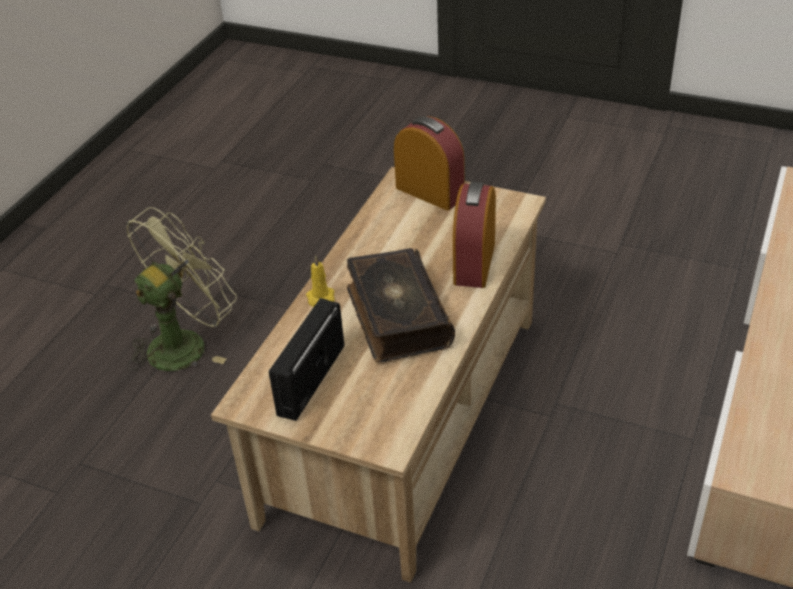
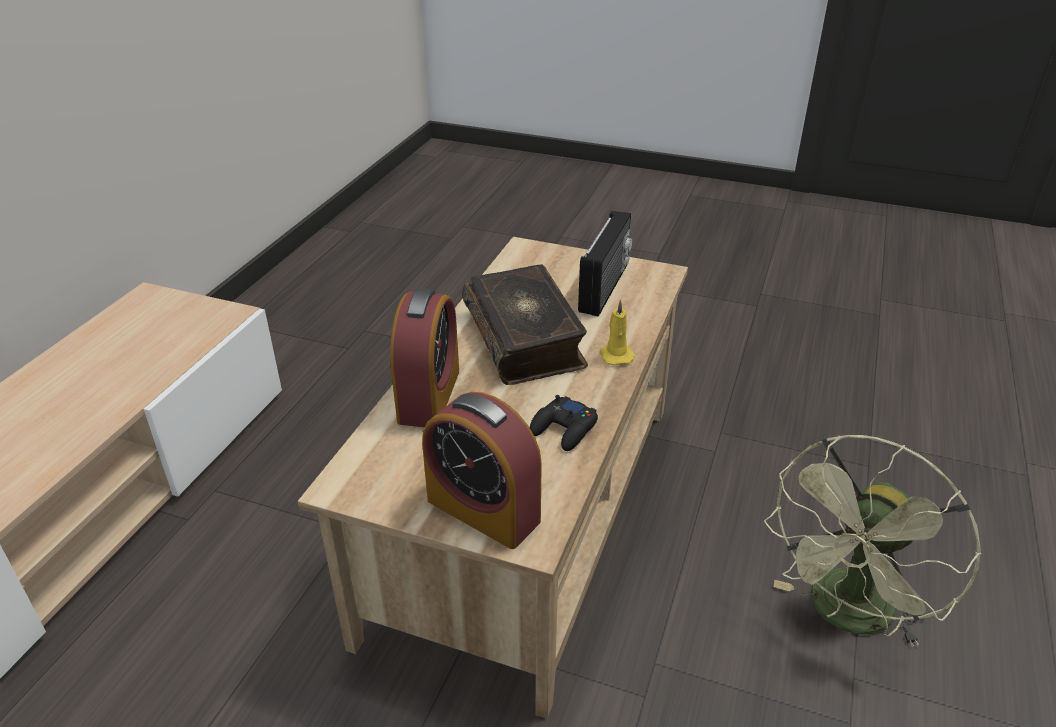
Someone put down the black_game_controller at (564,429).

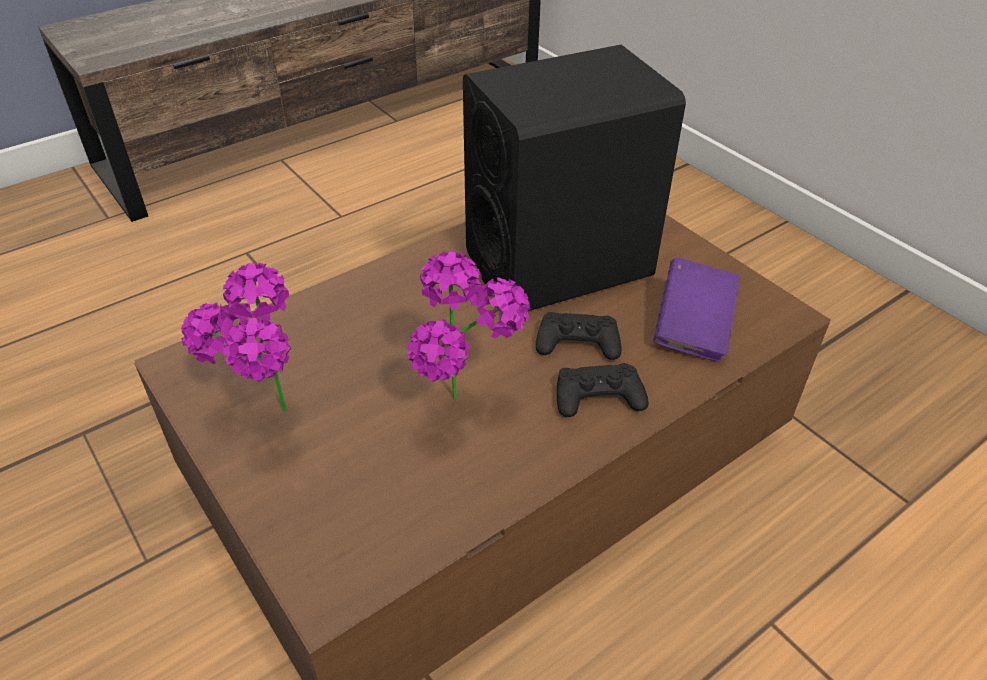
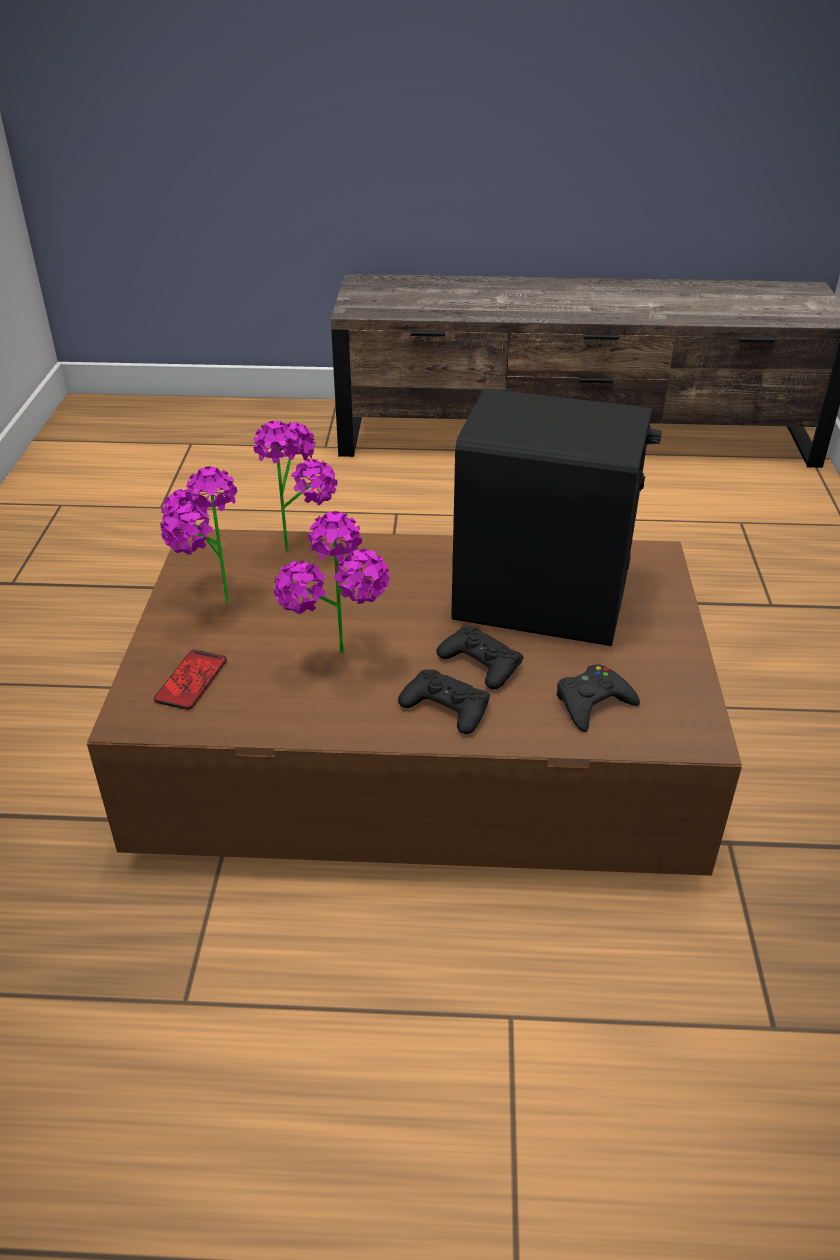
Someone swapped the purple_book at (692,329) for the black_game_controller at (592,703).
Someone put down the phone at (191,680).
Someone put down the potted_plant at (302,546).

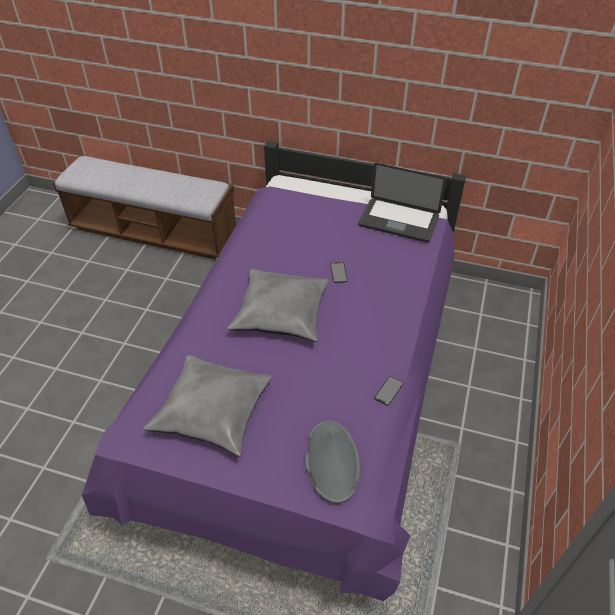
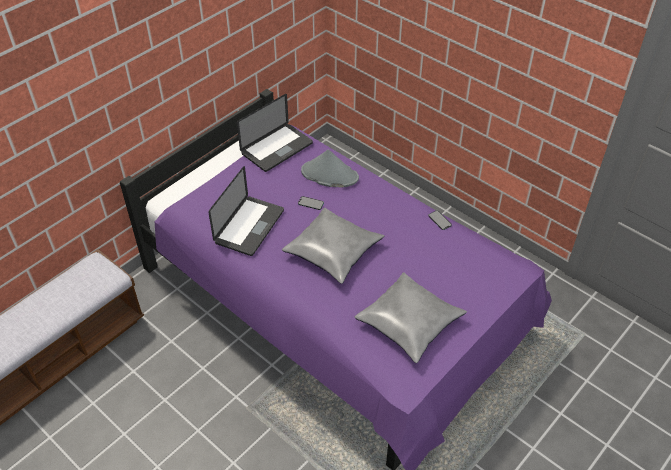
Someone carried the grey_hat from (331,461) to (329,175).
Someone put down the laptop at (249,226).

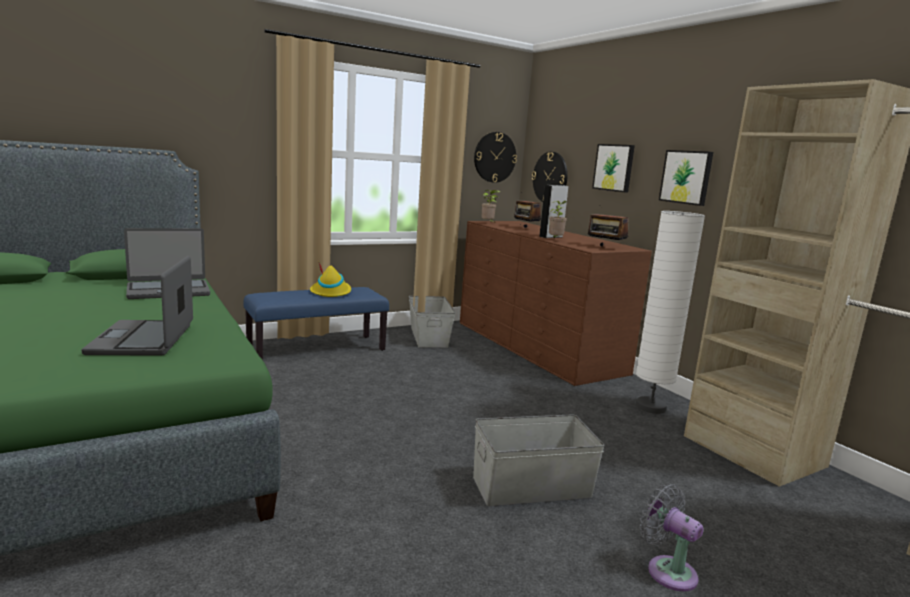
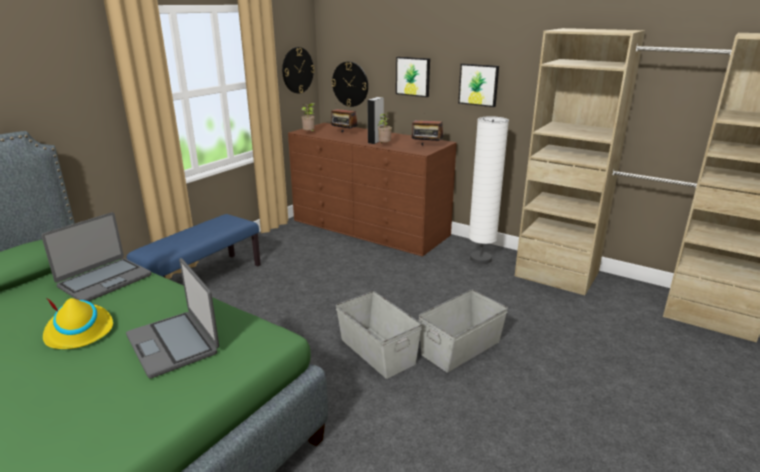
Someone carried the yellow_hat from (330,292) to (79,331).
Someone carried the grey_storage_box from (429,337) to (377,351).
Someone took away the grey_fan at (667,570).

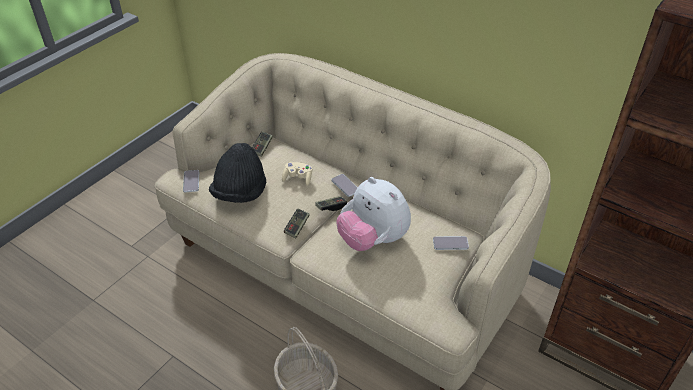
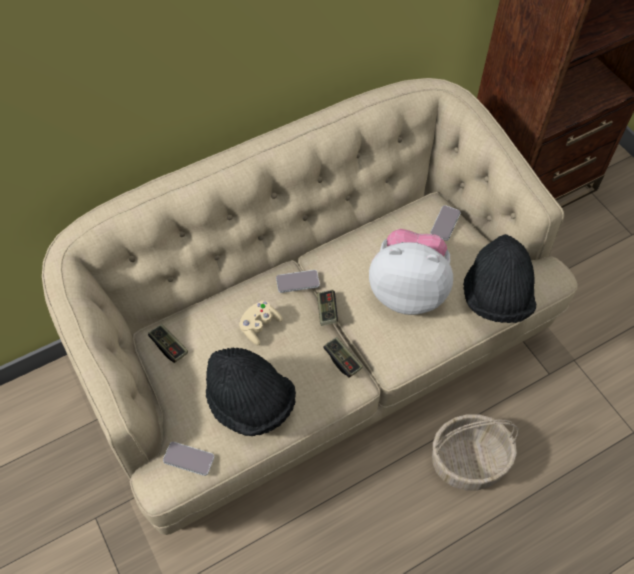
Someone rotated the plush_toy at (373,240) by 150 degrees counterclockwise.
Someone put down the black_hat at (496,297).

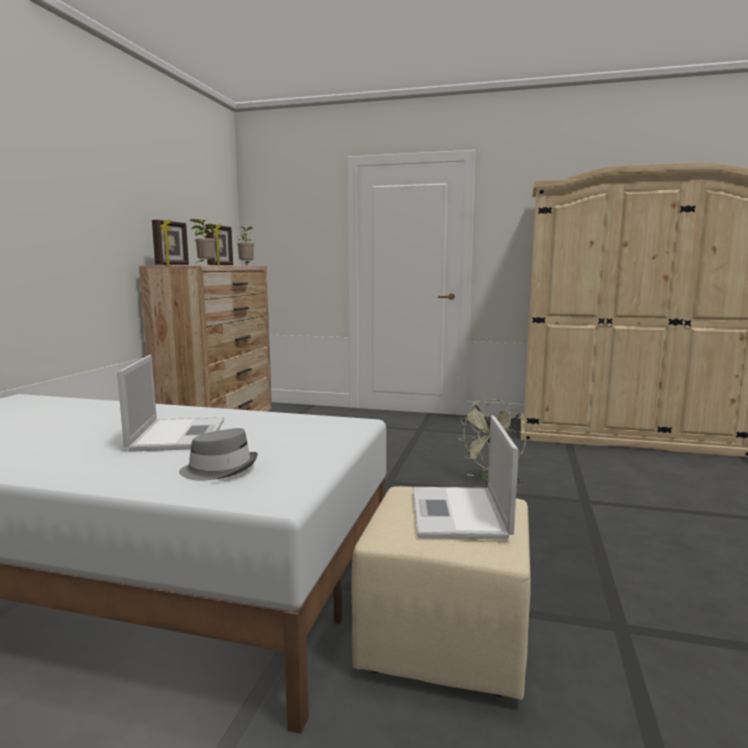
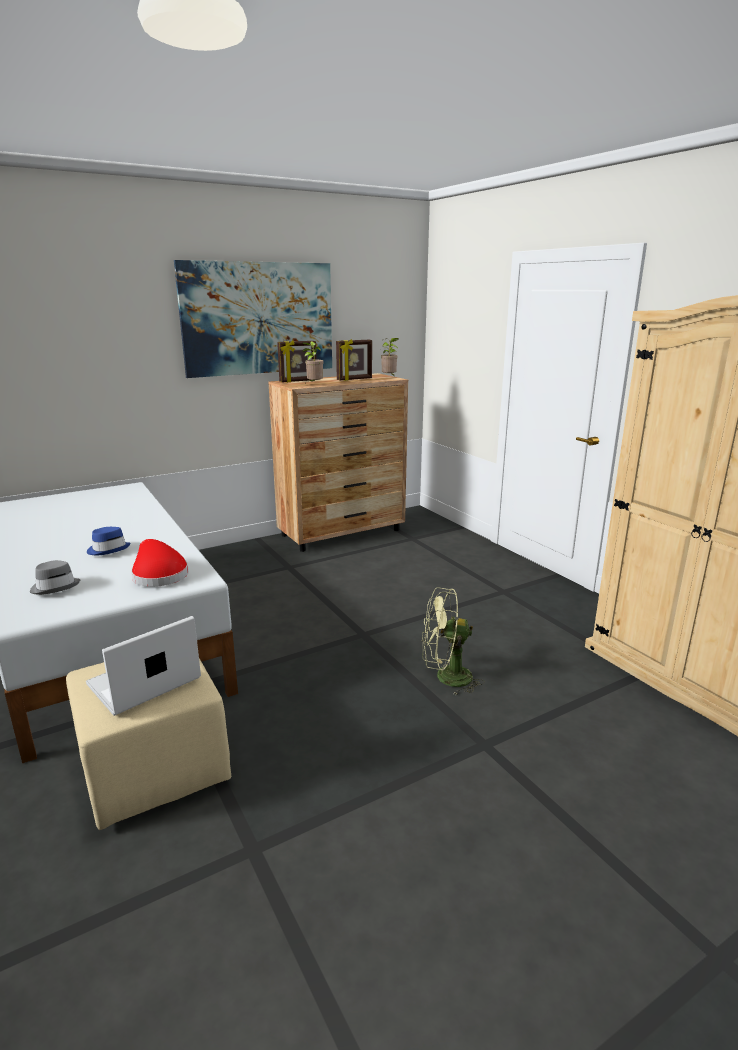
Someone swapped the laptop at (178,434) for the blue_hat at (108,549).
Someone put down the red_hat at (158,575).
Someone put up the picture at (259,318).

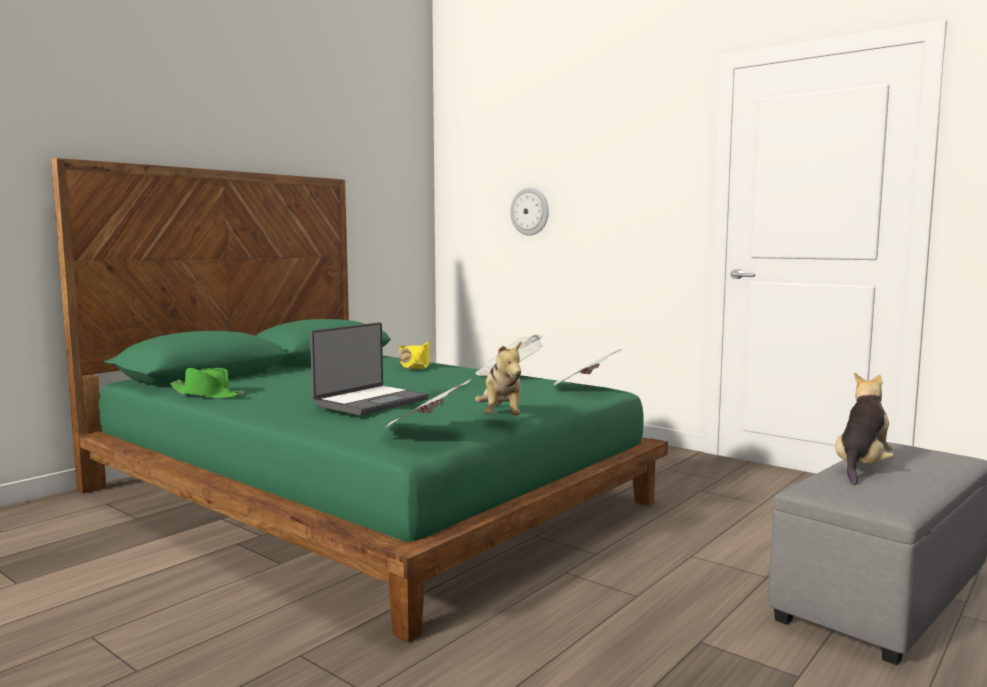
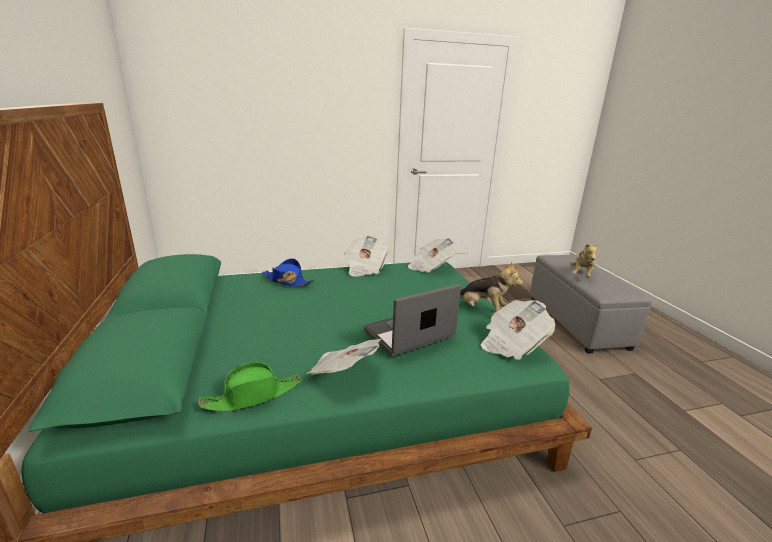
Someone rotated the laptop at (370,402) by 105 degrees counterclockwise.
Someone repainted the yellow_hat at (415,365), which became the blue_hat at (287,281).
Someone took away the wall_clock at (530,211).
Someone rotated the plush_toy at (861,467) by 135 degrees counterclockwise.
Someone put down the newspaper at (343,373).

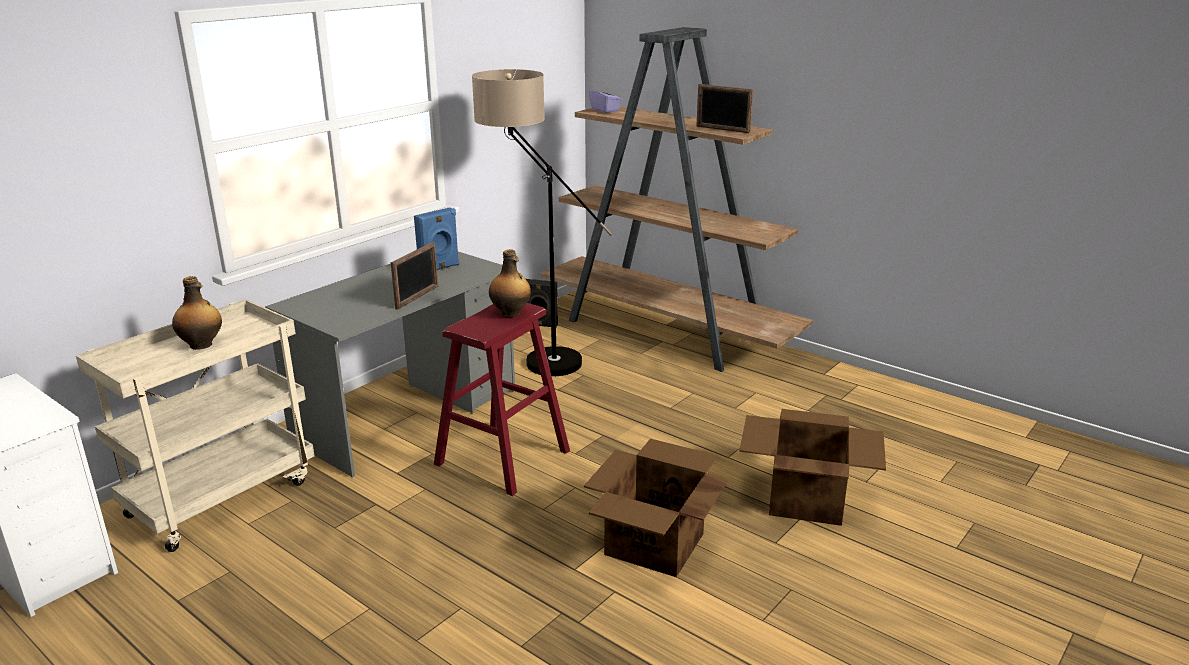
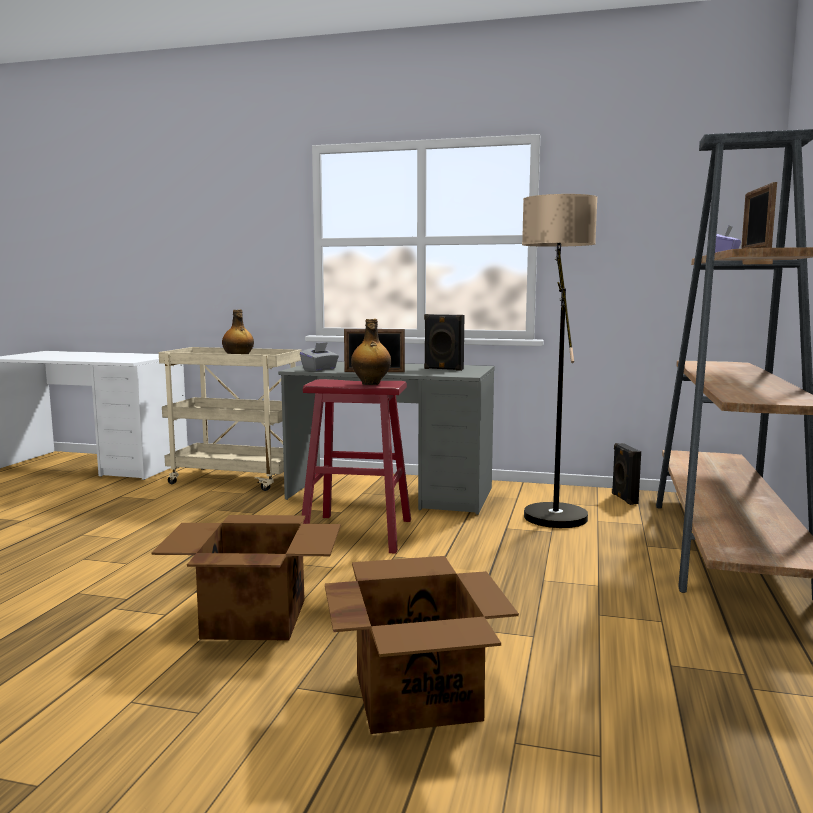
Someone repainted the blue_speaker at (440,268), which became the black_speaker at (443,369).
Someone put down the grey_tissue_box at (320,369).

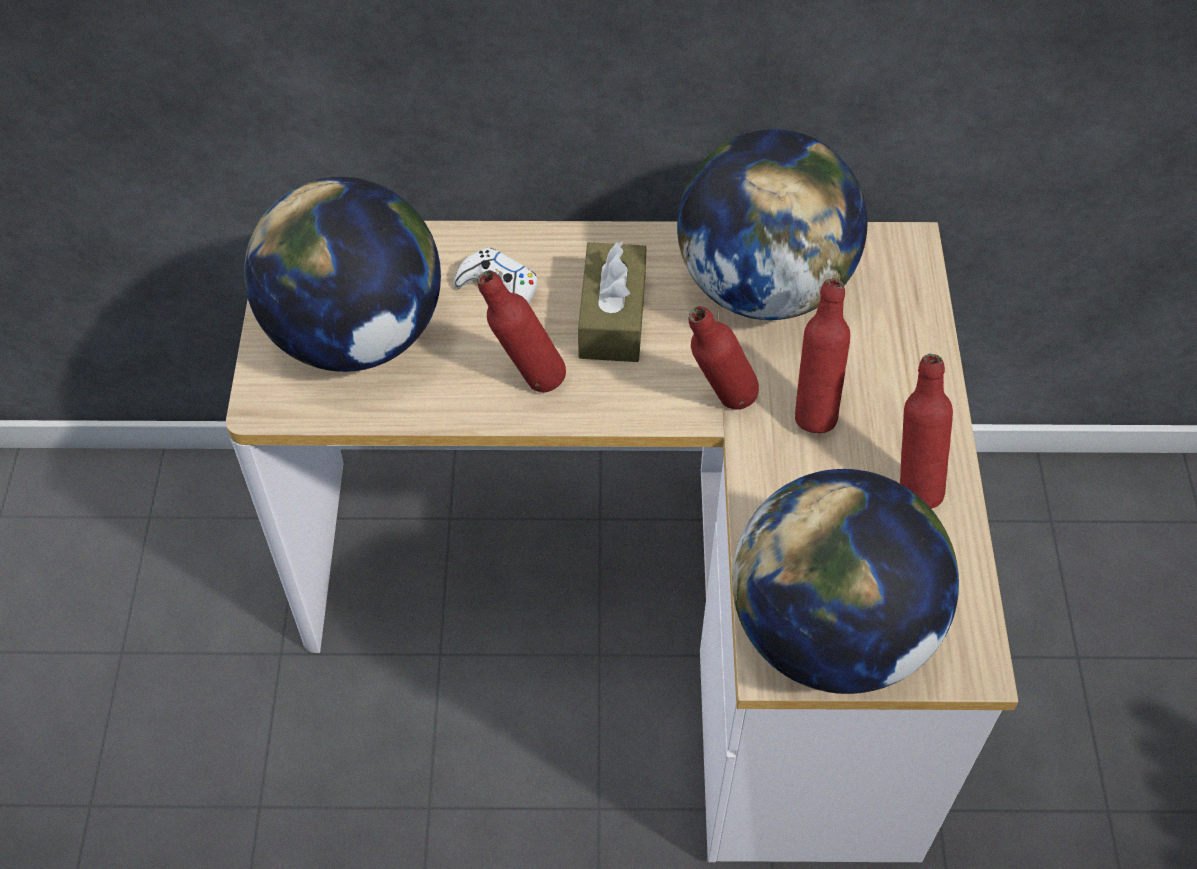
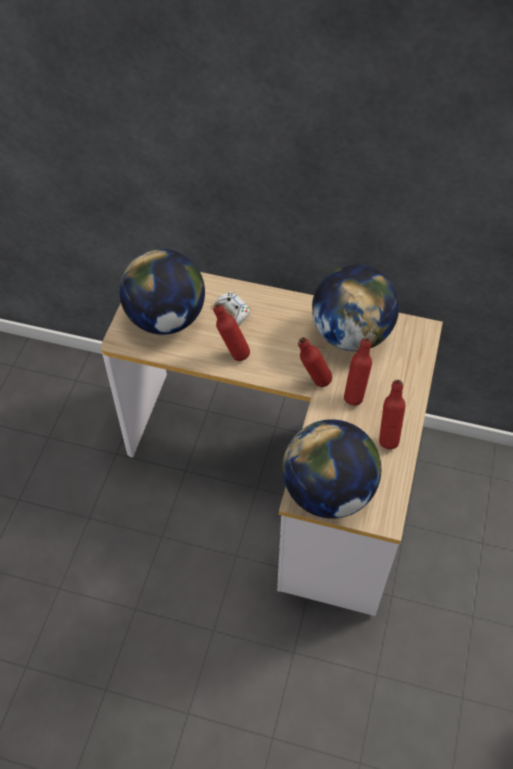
Someone took away the brown_tissue_box at (612,317).

